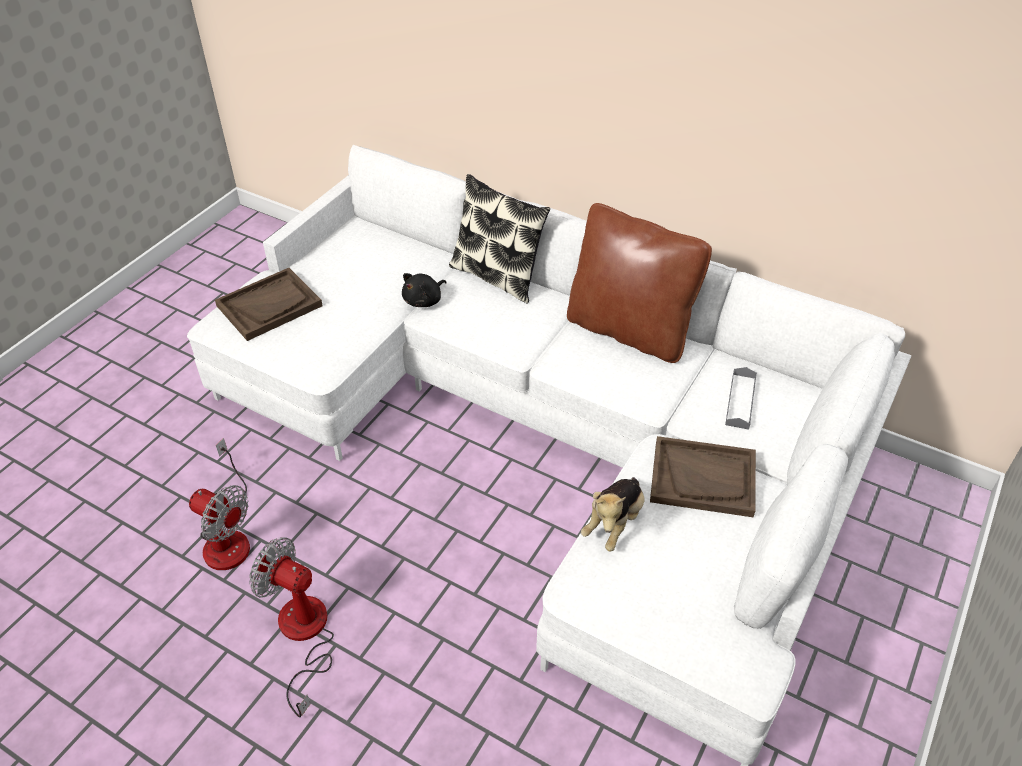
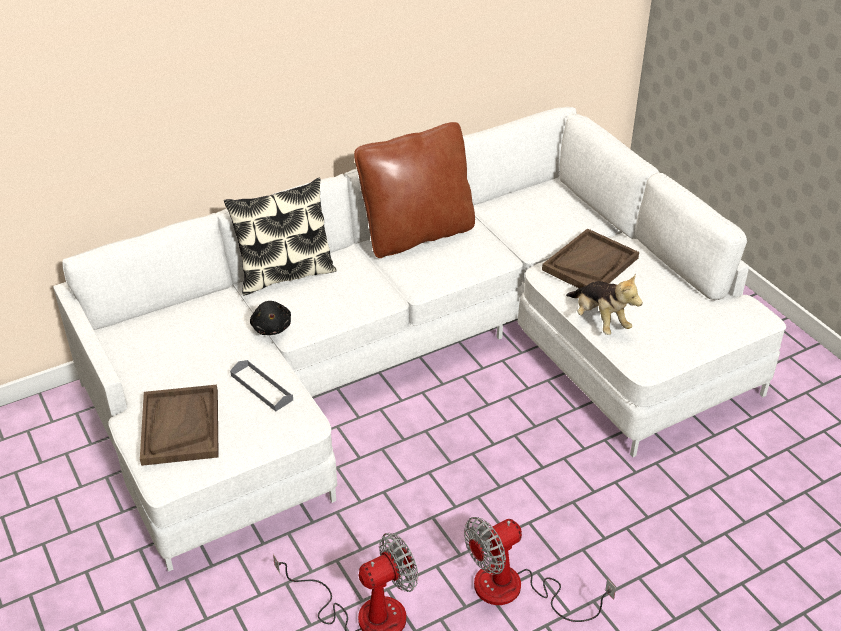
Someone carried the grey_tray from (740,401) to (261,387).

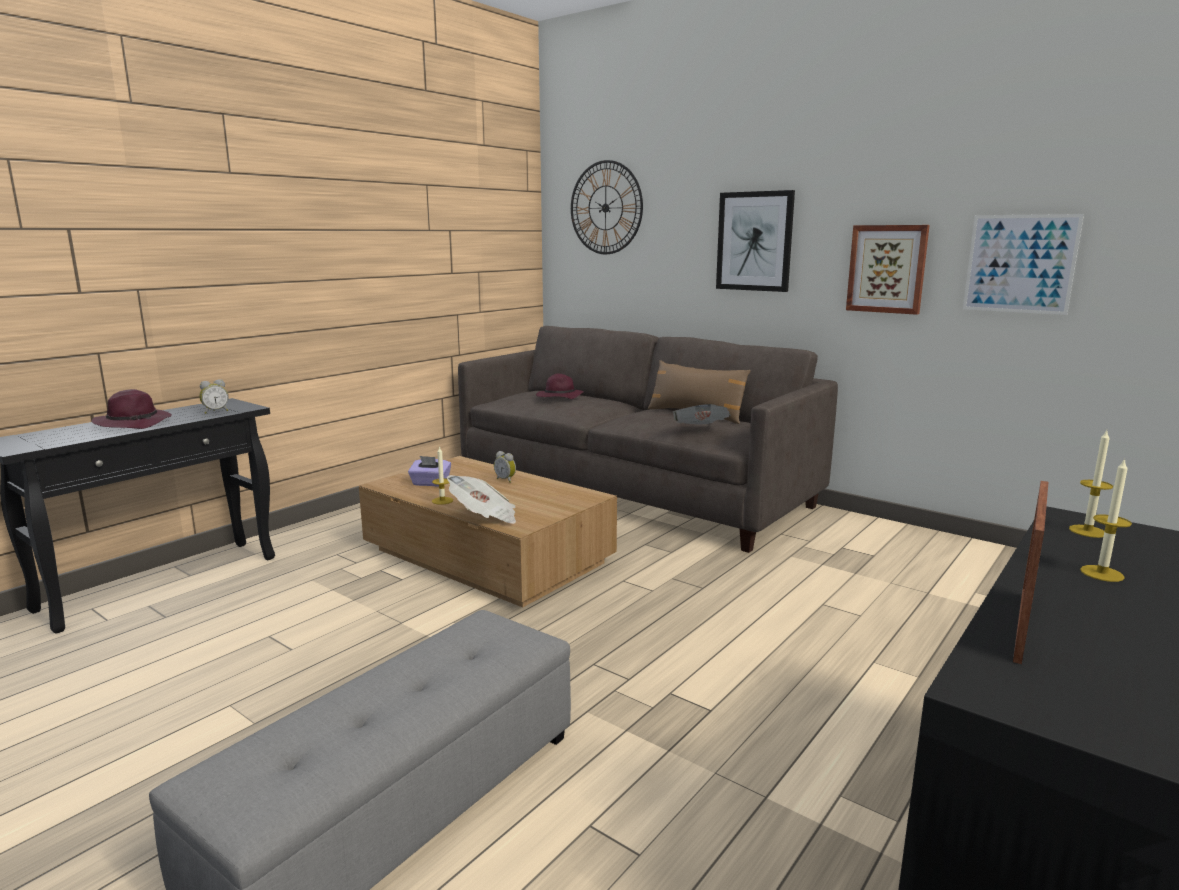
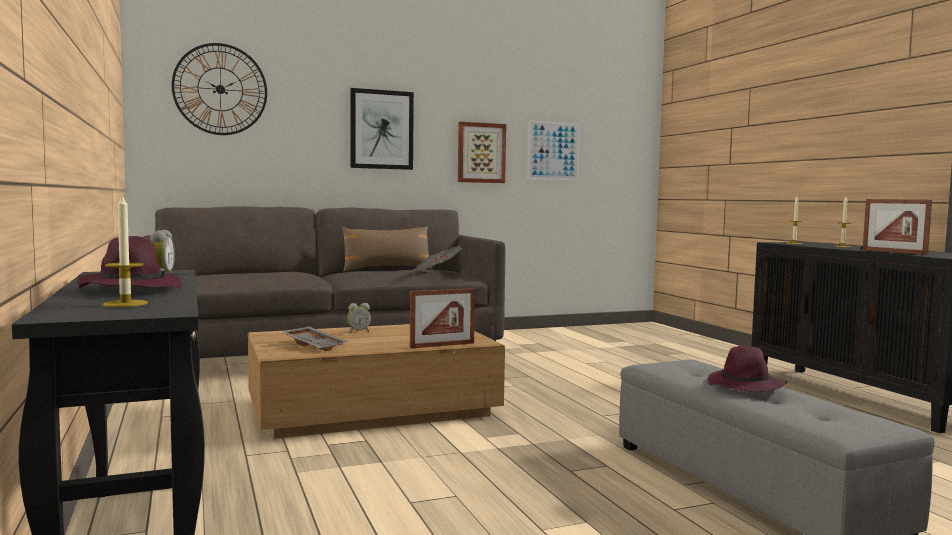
Someone swapped the purple_tissue_box at (430,483) for the grey_tray at (315,345).
Someone carried the candle from (442,501) to (125,304).
Someone swapped the newspaper at (484,517) for the picture_frame at (442,345).
Someone carried the purple_hat from (559,397) to (746,386).

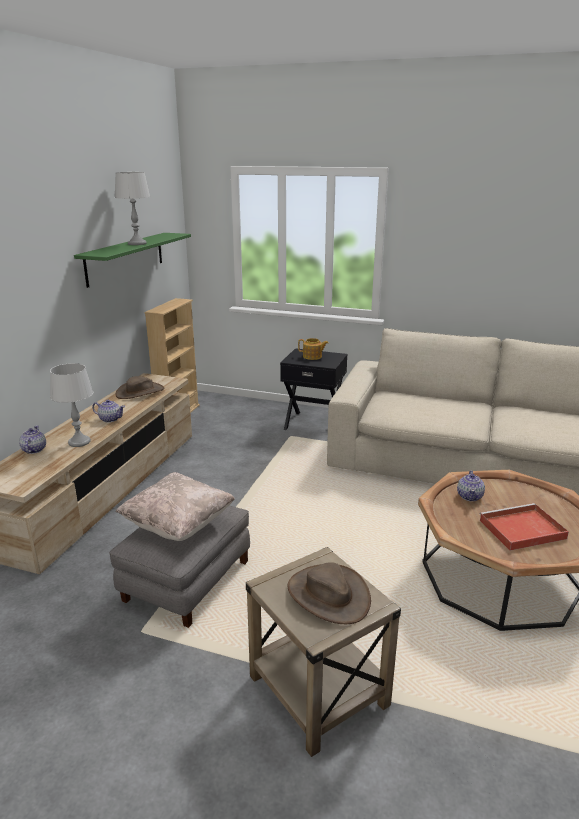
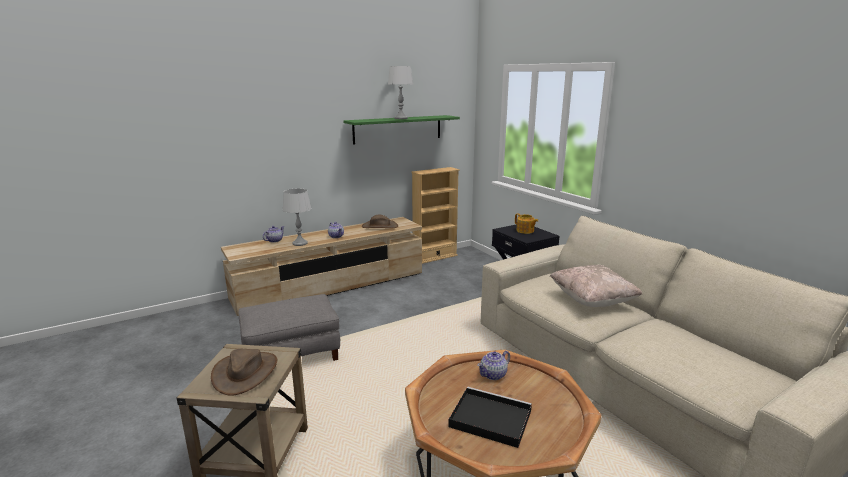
Someone carried the beige_pillow from (178,524) to (592,300).
Someone repainted the red_tray at (521,530), which became the black_tray at (488,419).

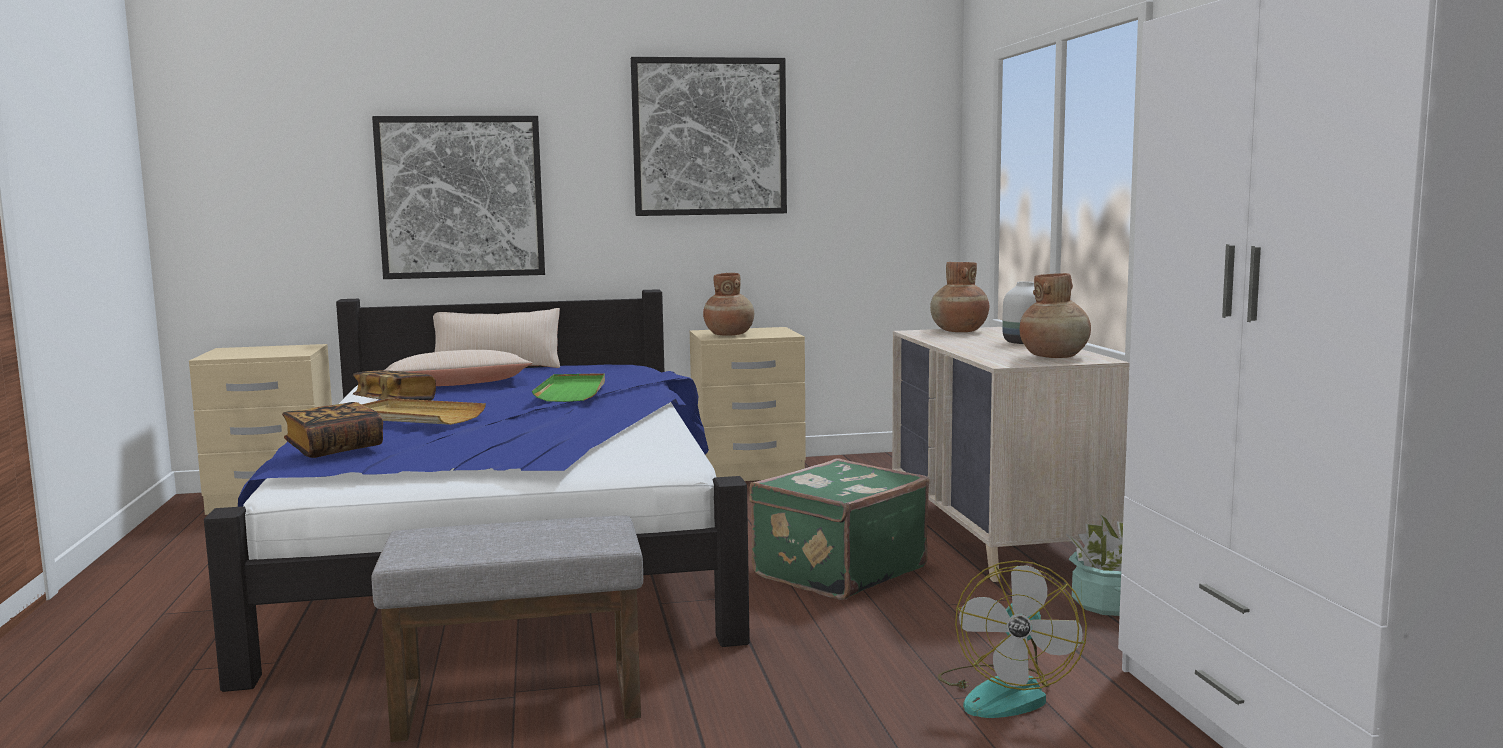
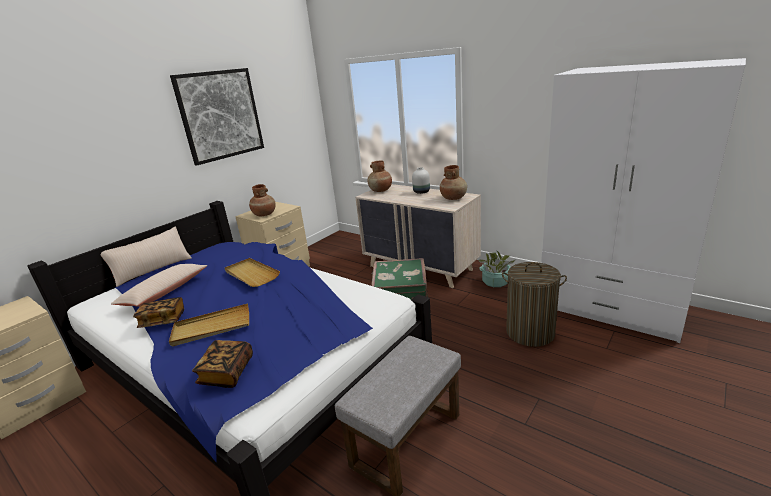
Someone took away the picture at (461,197).
Someone repainted the green_tray at (572,391), which became the beige_tray at (251,274).
Someone swapped the fan at (1006,692) for the laundry_basket at (530,332).

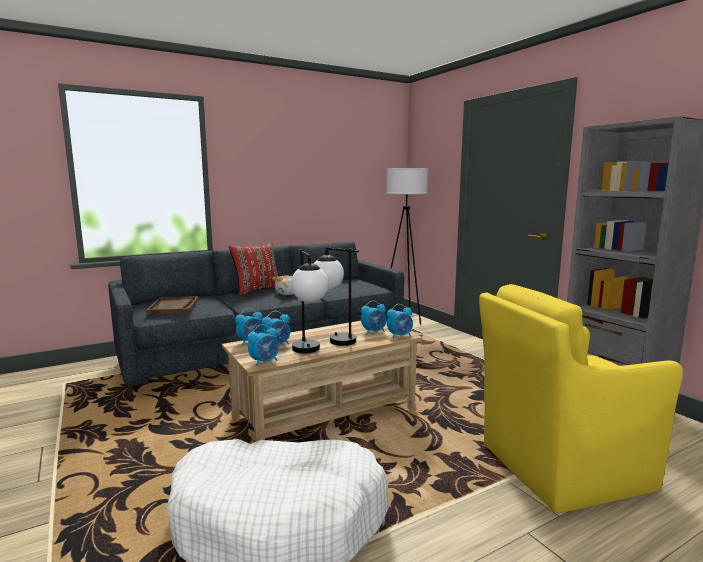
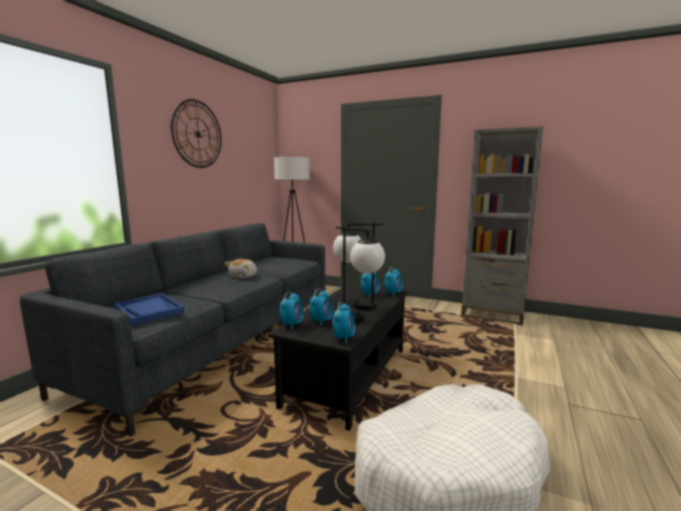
Someone repainted the brown_tray at (174,307), which became the blue_tray at (149,310).
Someone repainted the beige_coffee_table at (325,413), which became the black_coffee_table at (348,376).
Someone took away the red_pillow at (256,290).
Someone took away the yellow_armchair at (559,467).
Someone put up the wall_clock at (197,134).

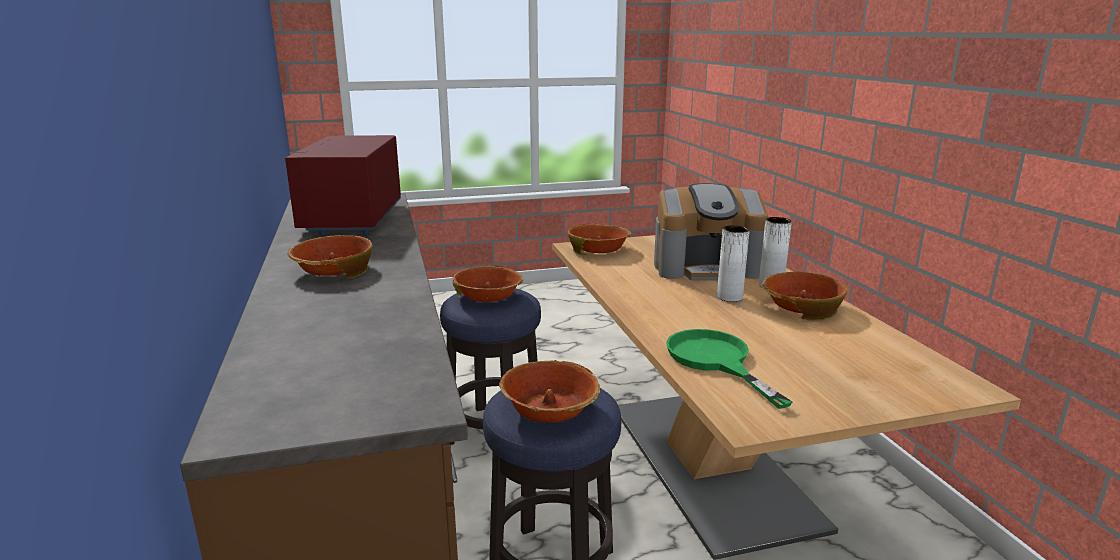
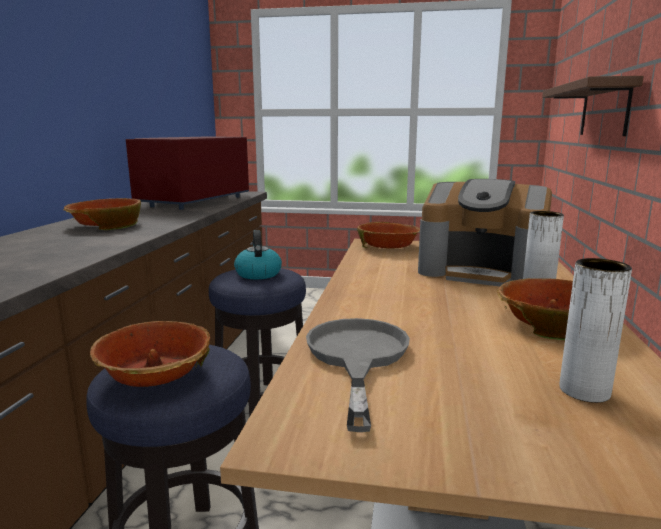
Someone swapped the bowl at (488,297) for the kettle at (258,274).
Someone repainted the green_frying_pan at (715,361), which became the grey_frying_pan at (357,357).
Someone carried the white_vase from (729,297) to (584,391).
Someone put up the brown_shelf at (604,109).

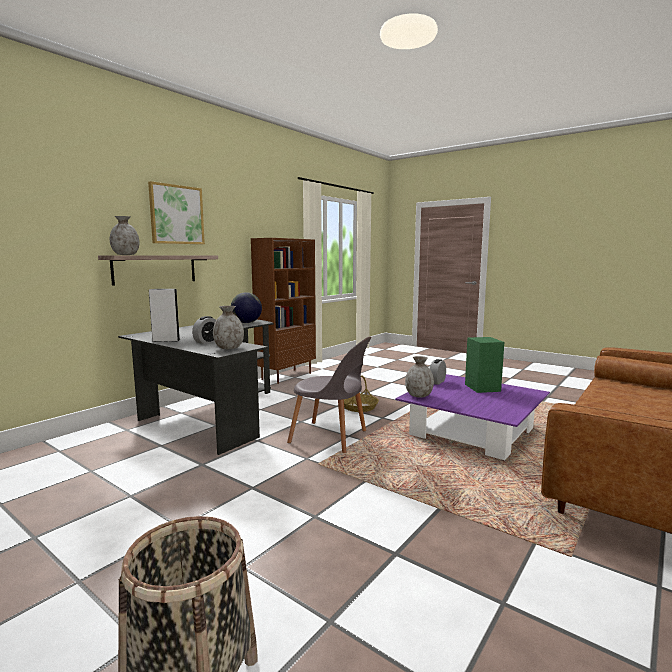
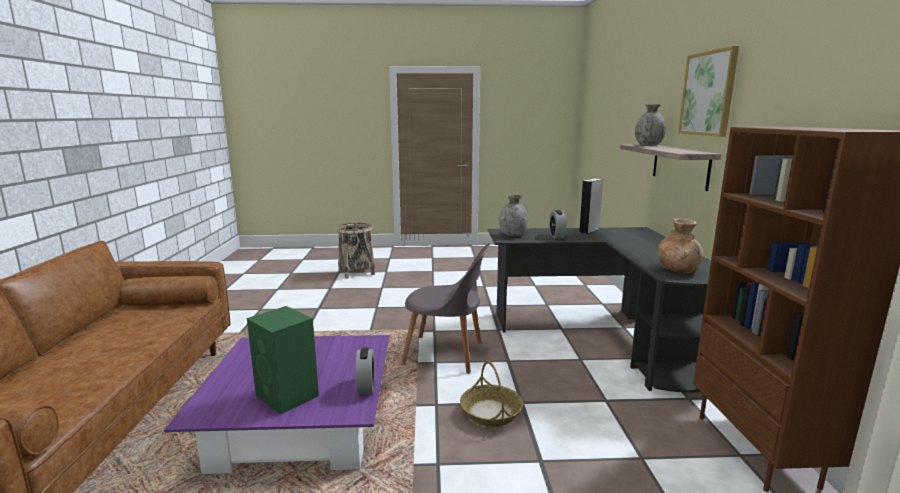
Someone swapped the globe at (246,323) for the brown_vase at (678,270).
Someone rotated the grey_chair at (331,437) by 150 degrees counterclockwise.
Someone took away the grey_vase at (418,396).

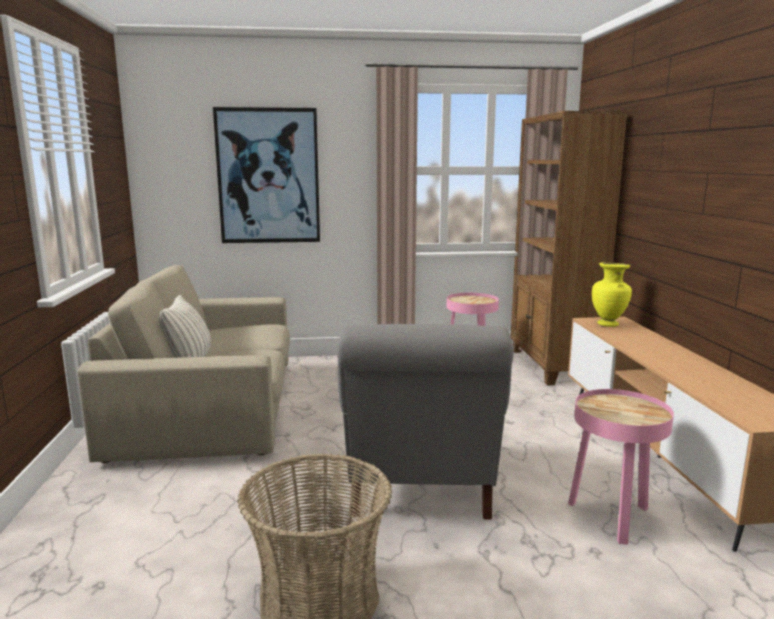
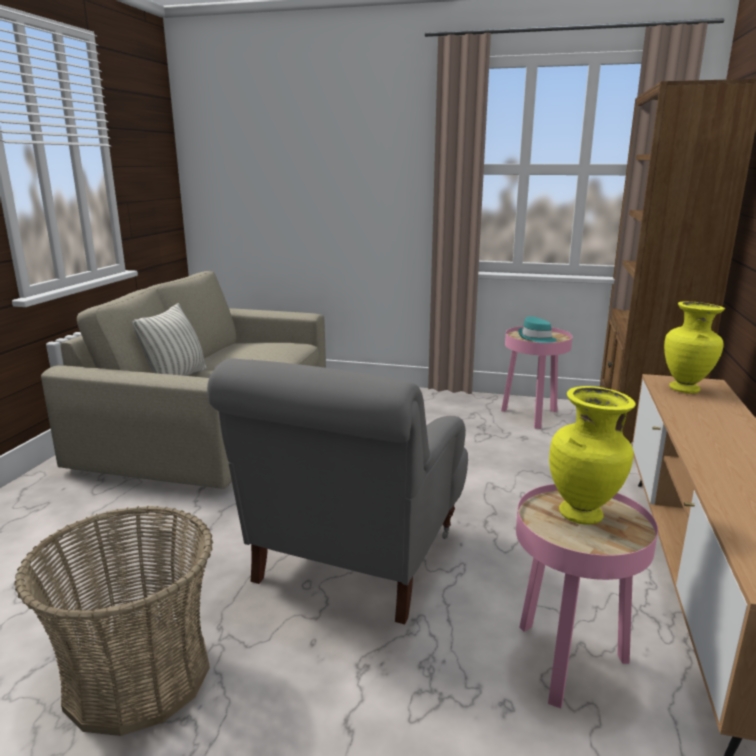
Someone took away the picture at (268,176).
Someone put down the turquoise_hat at (536,338).
Someone put down the yellow_vase at (583,515).

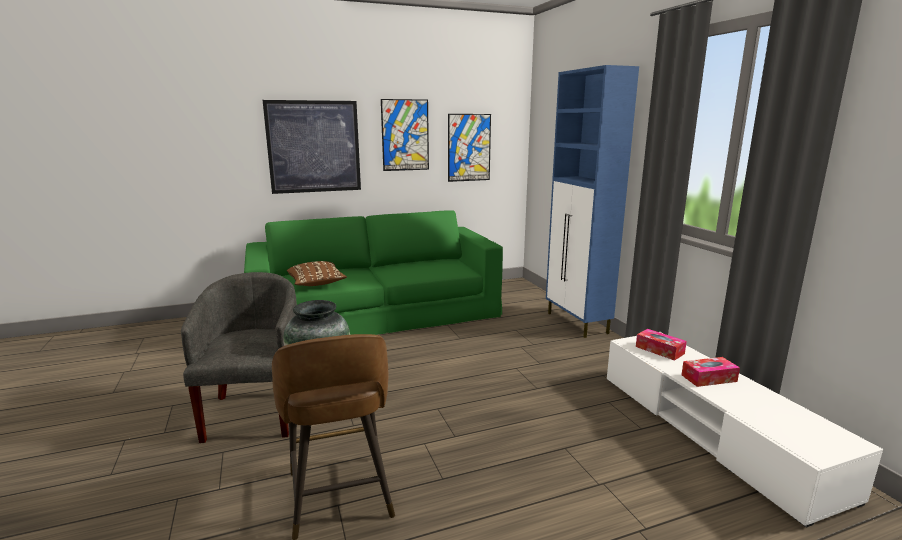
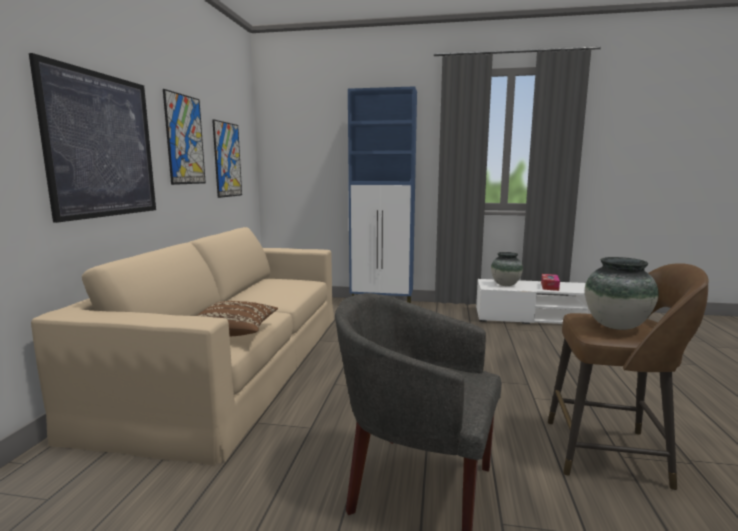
Someone repainted the green_sofa at (376,313), which became the beige_sofa at (233,363).
Someone swapped the tissue_box at (659,350) for the vase at (505,285).

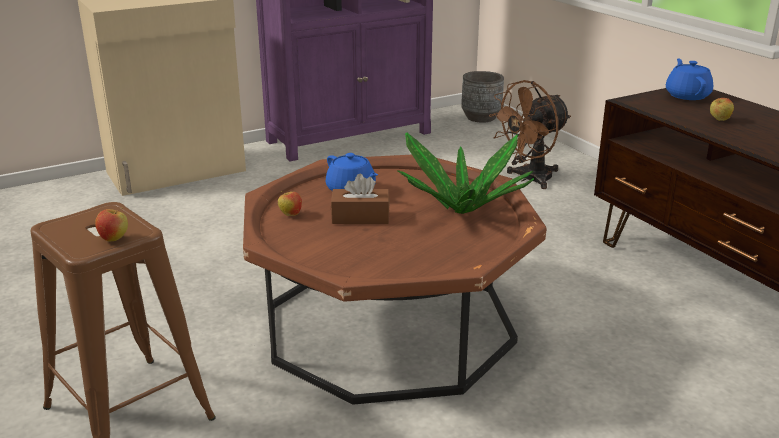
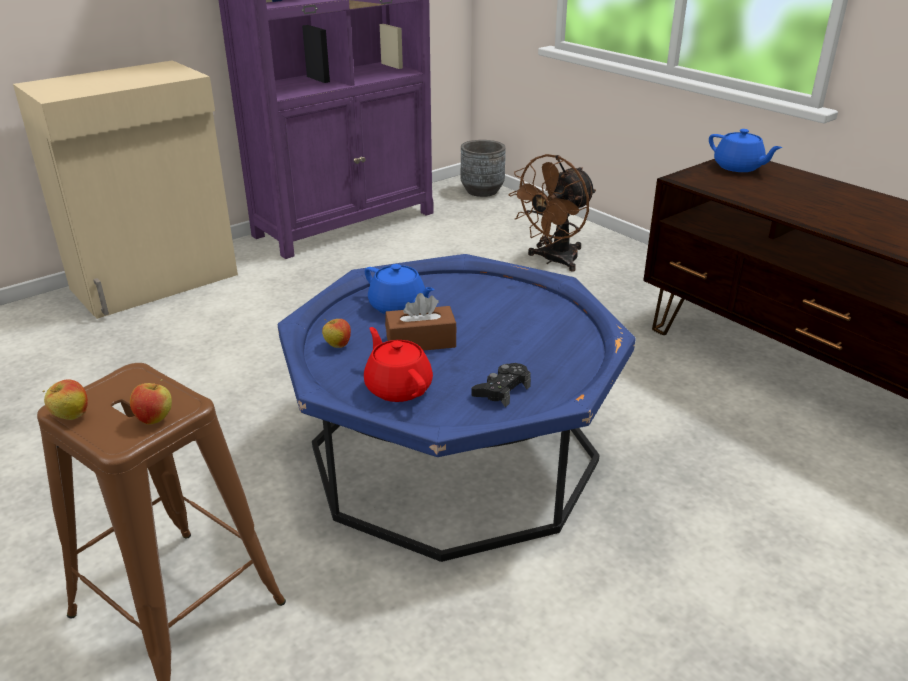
Someone repainted the brown_coffee_table at (389,324), which became the blue_coffee_table at (453,454).
Someone took away the potted_plant at (463,209).
Someone rotated the blue_teapot at (687,95) by 150 degrees clockwise.
Someone carried the apple from (719,120) to (71,417).
Someone put down the red_teapot at (398,387).
Someone put down the black_game_controller at (501,390).

